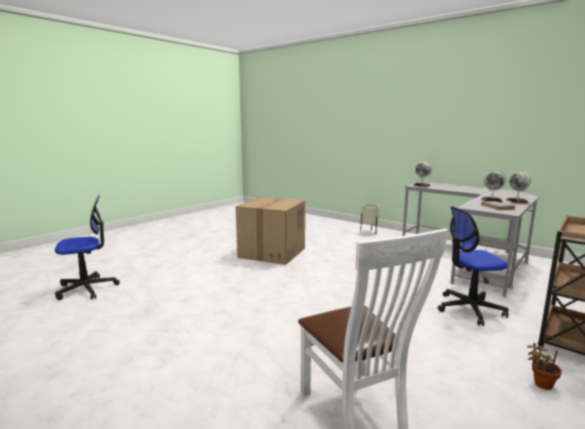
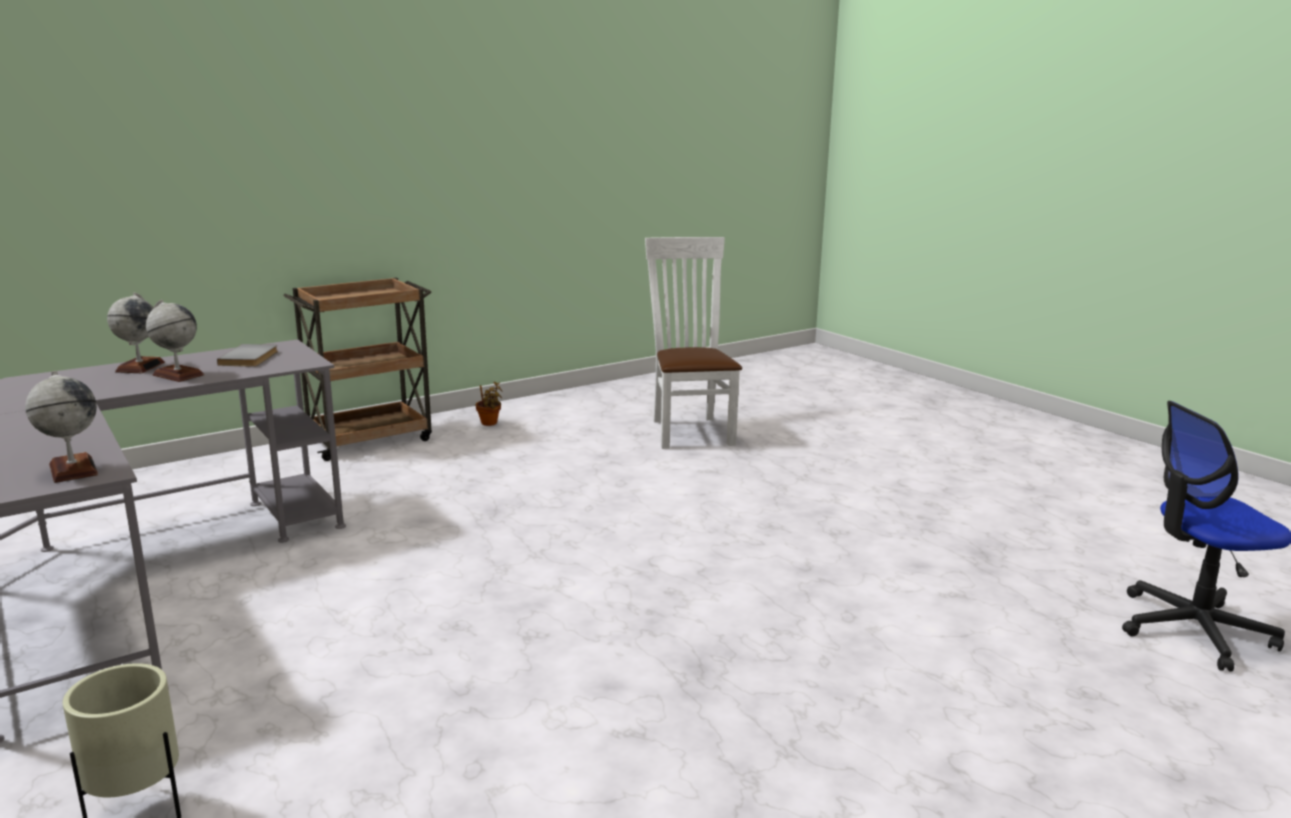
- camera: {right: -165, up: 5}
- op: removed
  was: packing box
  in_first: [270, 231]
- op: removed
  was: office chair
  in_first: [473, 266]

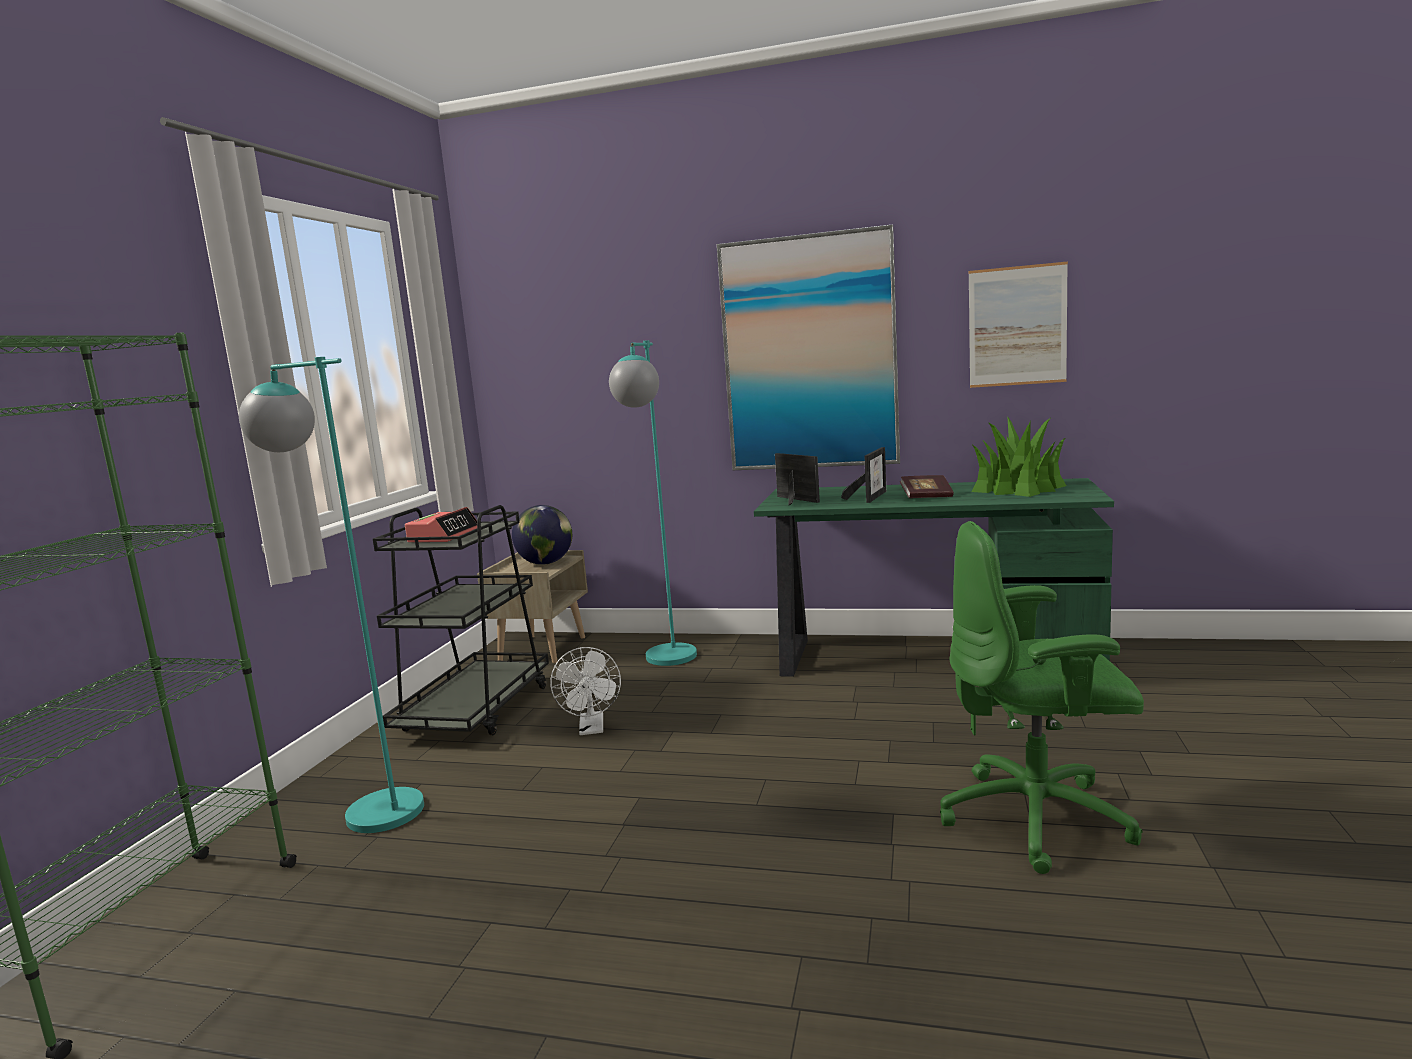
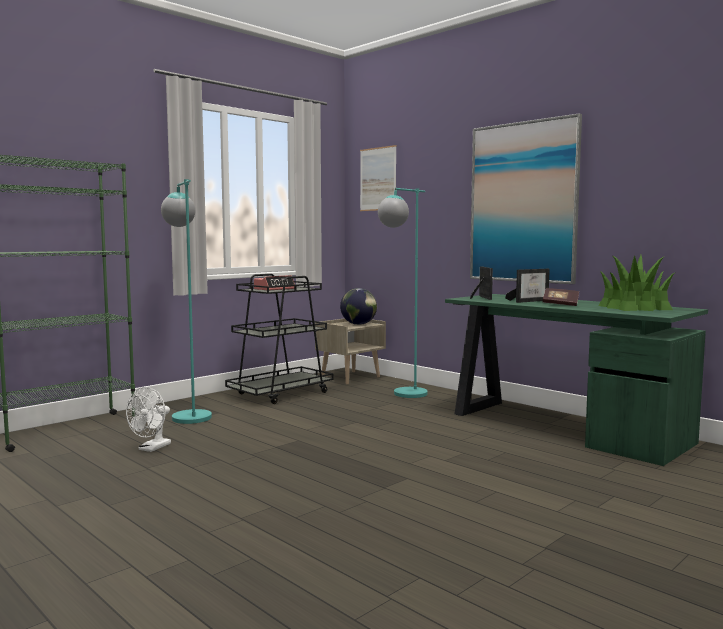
- camera: {right: 30, up: -5}
- op: moved
  was: white cooling fan
  in_first: [585, 691]
  in_second: [148, 419]
- op: removed
  was: green-coloured office chair
  in_first: [1042, 697]
- op: moved
  was: picture
  in_first: [1018, 325]
  in_second: [378, 178]

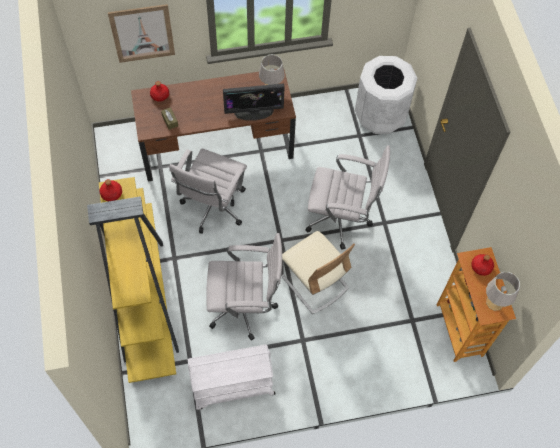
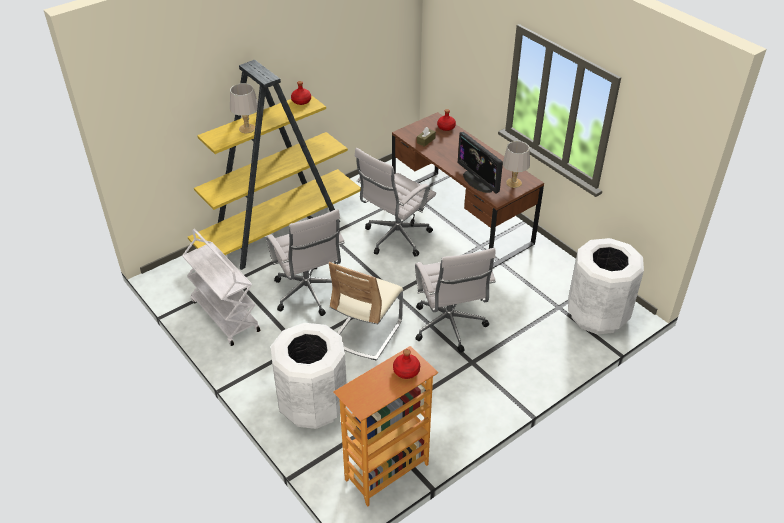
- camera: {right: 65, up: -20}
- op: removed
  was: picture
  in_first: [141, 33]
- op: turned
  was: white office chair
  in_first: [208, 191]
  in_second: [395, 202]
  clockwise: -45
- op: moved
  was: gray table lamp
  in_first: [503, 291]
  in_second: [244, 108]
- op: added
  now: white trash can
  in_second: [309, 376]

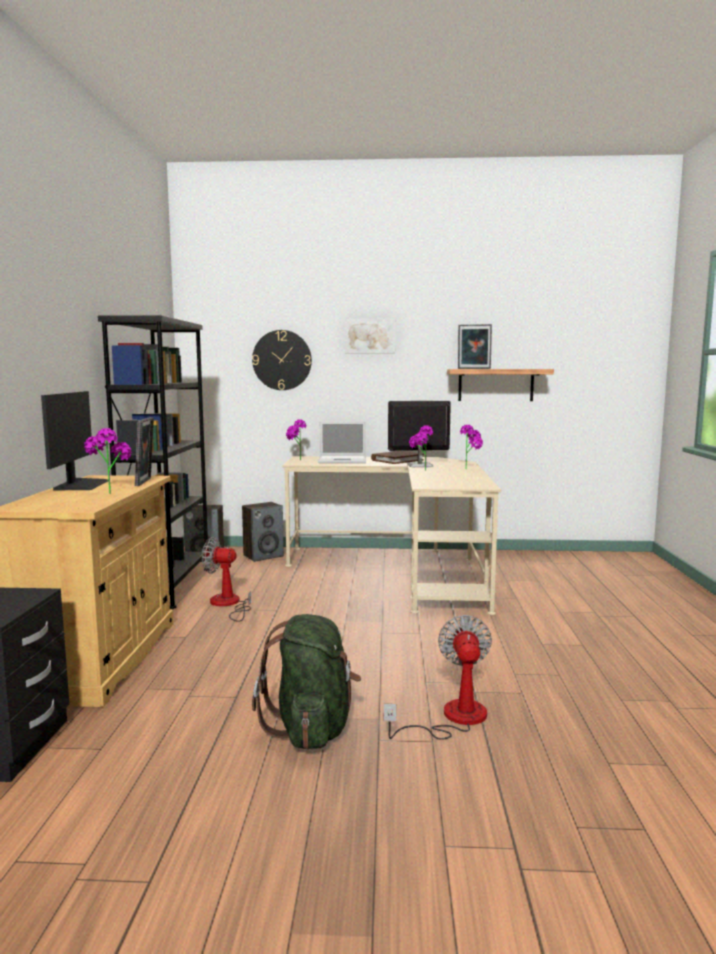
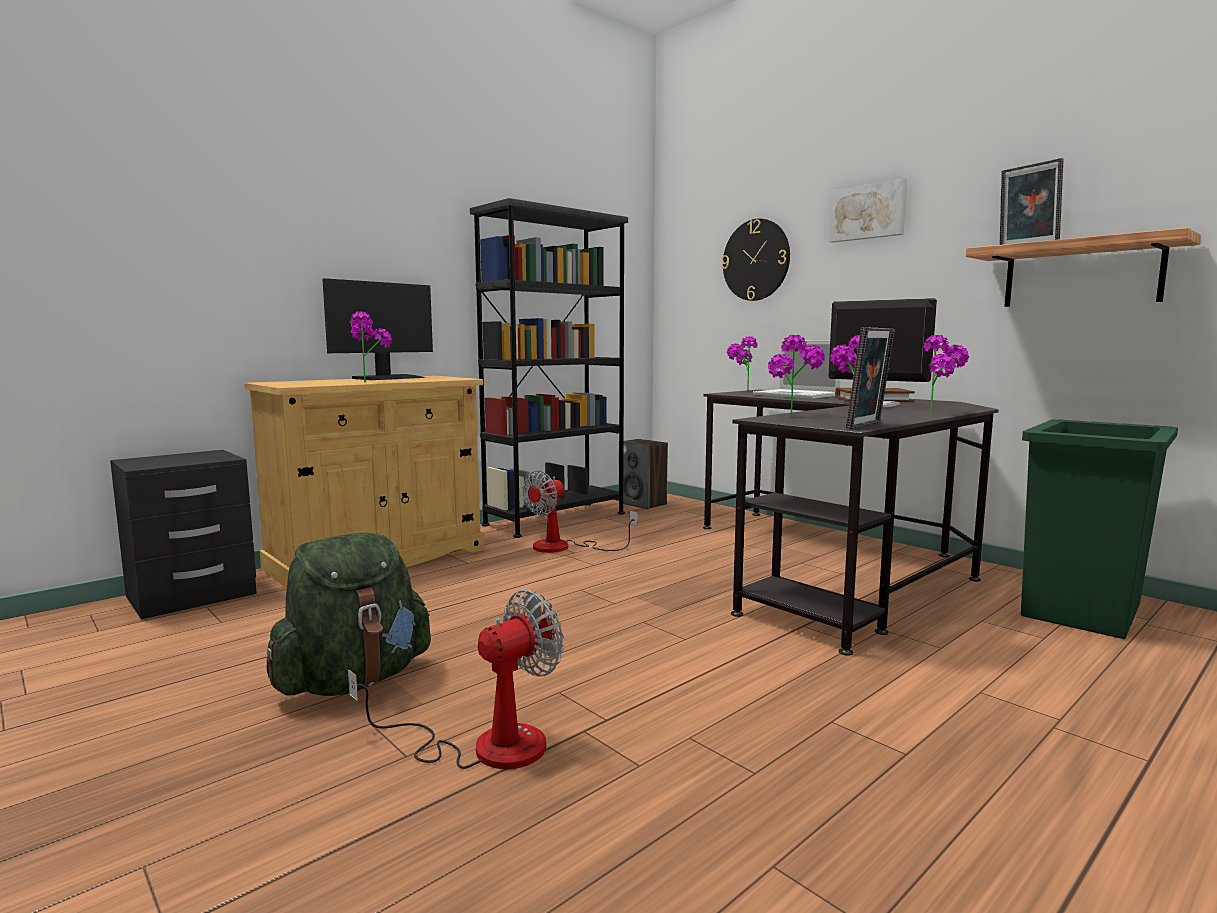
- camera: {right: 45, up: 0}
- op: moved
  was: photo frame
  in_first: [144, 451]
  in_second: [870, 378]
- op: turned
  was: cooling fan
  in_first: [226, 579]
  in_second: [580, 512]
  clockwise: -105
- op: removed
  was: speaker
  in_first: [263, 532]
- op: recoloured
  was: beige-coloured desk unit
  now: black-coloured desk unit
  in_first: [391, 535]
  in_second: [851, 523]
- op: added
  now: potted plant
  in_second: [796, 375]
- op: added
  now: green-coloured trash can
  in_second: [1099, 529]

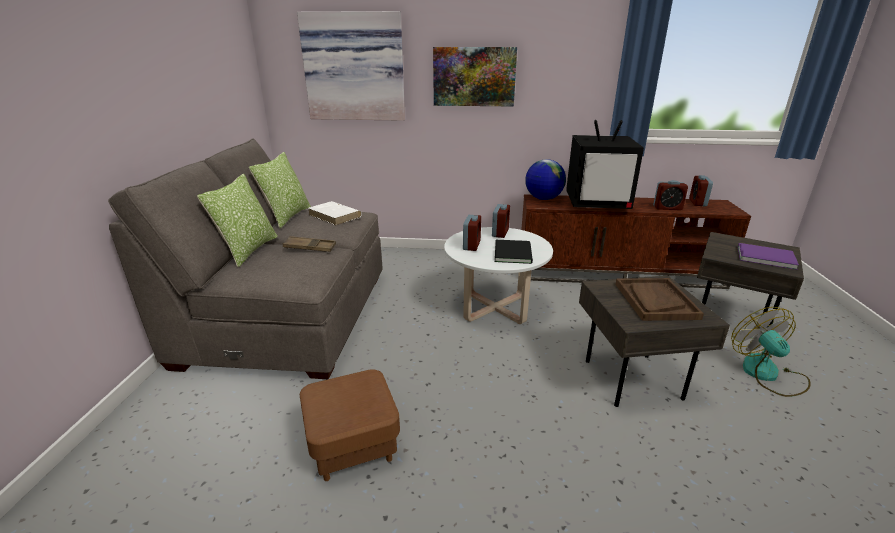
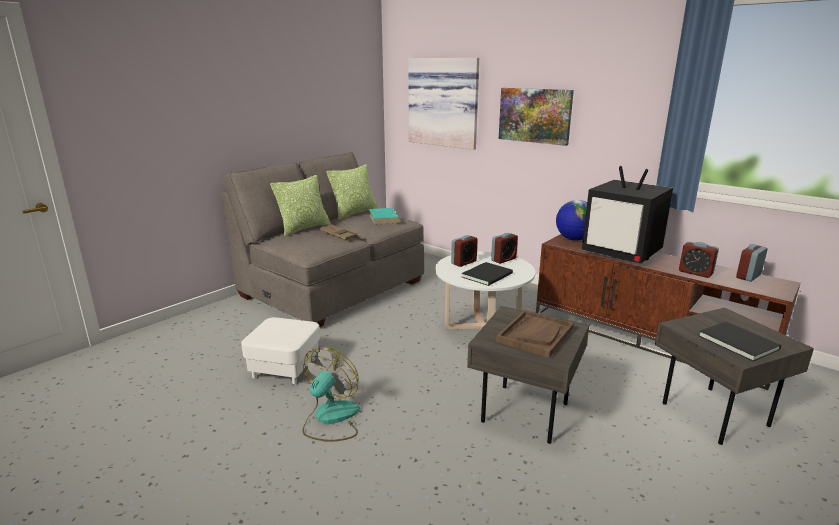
- camera: {right: 35, up: -5}
- op: recoloured
  was: brownish pouffe
  now: white pouffe
  in_first: [350, 425]
  in_second: [280, 350]
- op: recoloured
  was: white volume
  now: turquoise volume
  in_first: [335, 213]
  in_second: [385, 216]
- op: moved
  was: cooling fan
  in_first: [771, 352]
  in_second: [331, 394]
- op: recoloured
  was: purple-coloured volume
  now: black-coloured volume
  in_first: [768, 256]
  in_second: [740, 341]

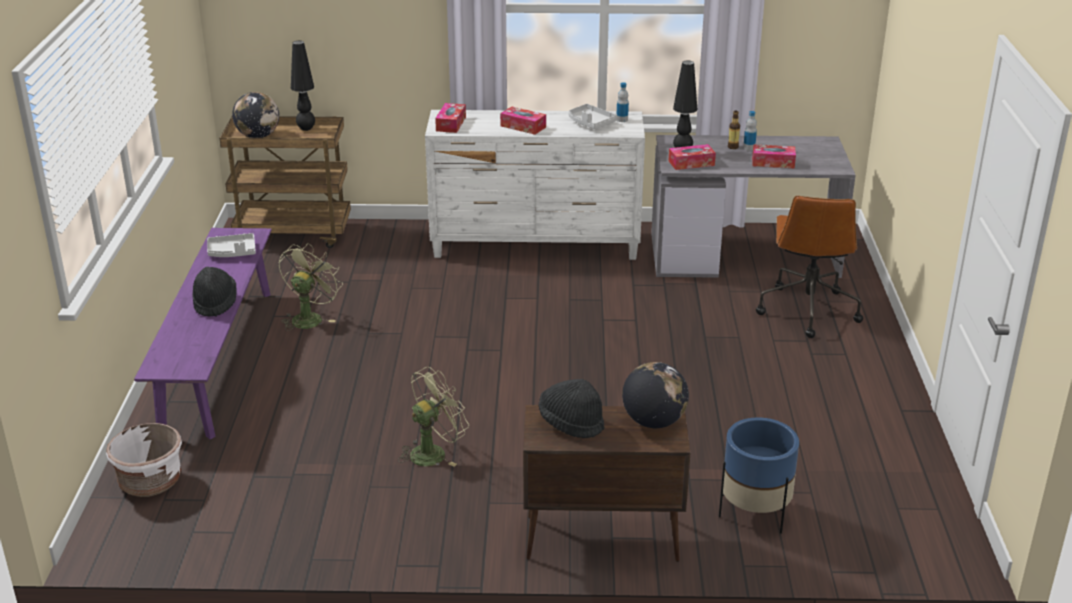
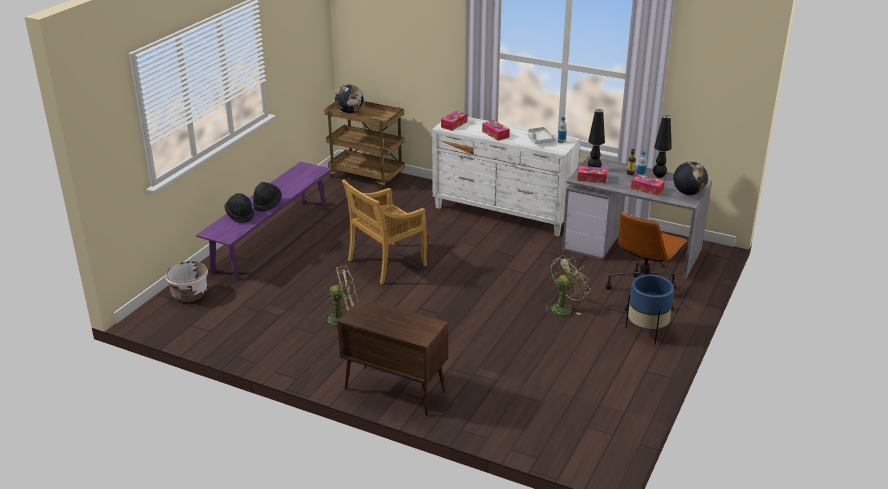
- camera: {right: 25, up: 0}
- op: removed
  was: gray carrying tray
  in_first: [231, 245]
- op: moved
  was: green-coloured cooling fan
  in_first: [311, 287]
  in_second: [568, 285]
- op: moved
  was: black-coloured table lamp
  in_first: [303, 86]
  in_second: [662, 146]
- op: moved
  was: black-coloured wearable hat
  in_first: [572, 408]
  in_second: [239, 208]
- op: moved
  was: desk globe
  in_first: [655, 395]
  in_second: [690, 178]
- op: moved
  was: bluish plant pot
  in_first: [759, 476]
  in_second: [650, 309]
- op: added
  now: beige-coloured upright chair
  in_second: [384, 231]

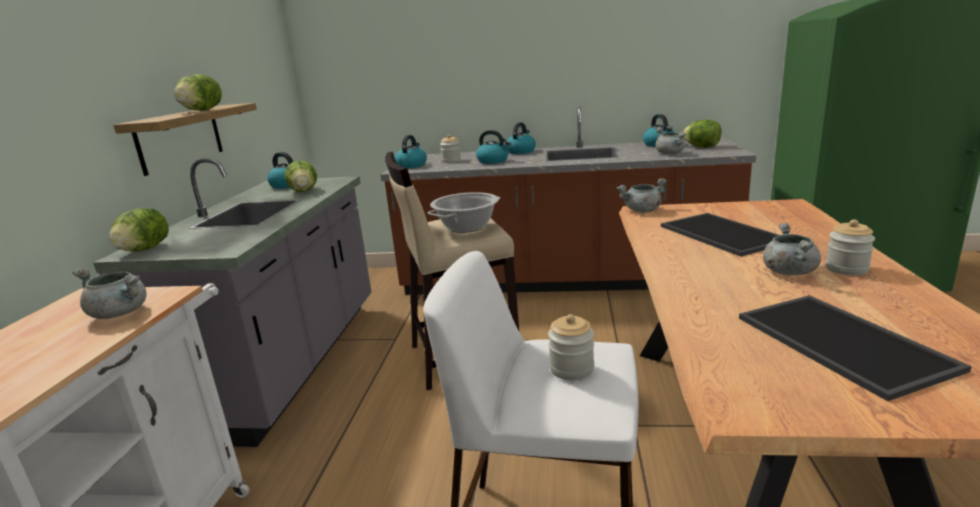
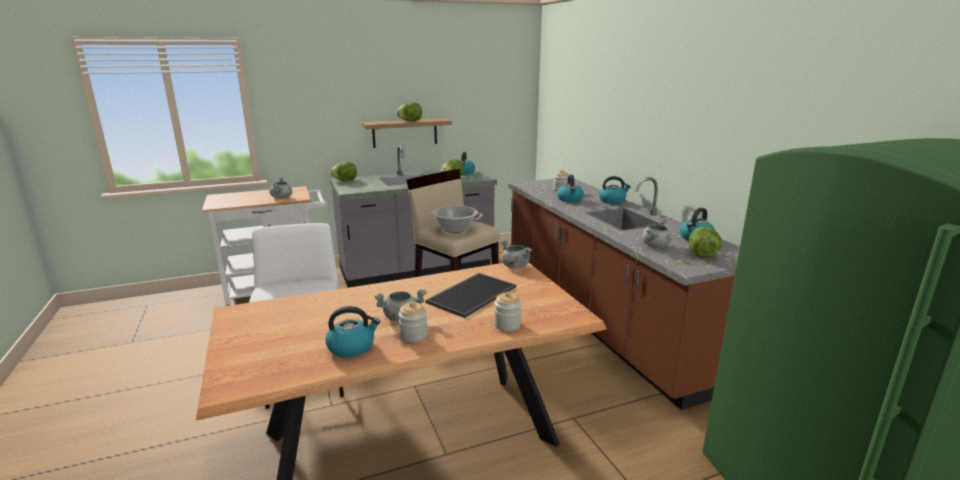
- camera: {right: 60, up: 0}
- op: moved
  was: kettle
  in_first: [411, 151]
  in_second: [352, 332]
- op: moved
  was: jar
  in_first: [571, 347]
  in_second: [508, 311]
- op: removed
  was: carrying tray
  in_first: [855, 348]

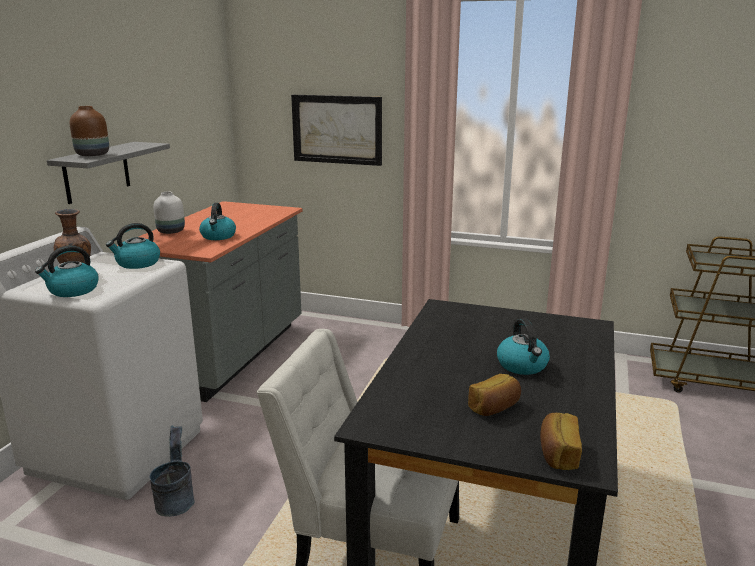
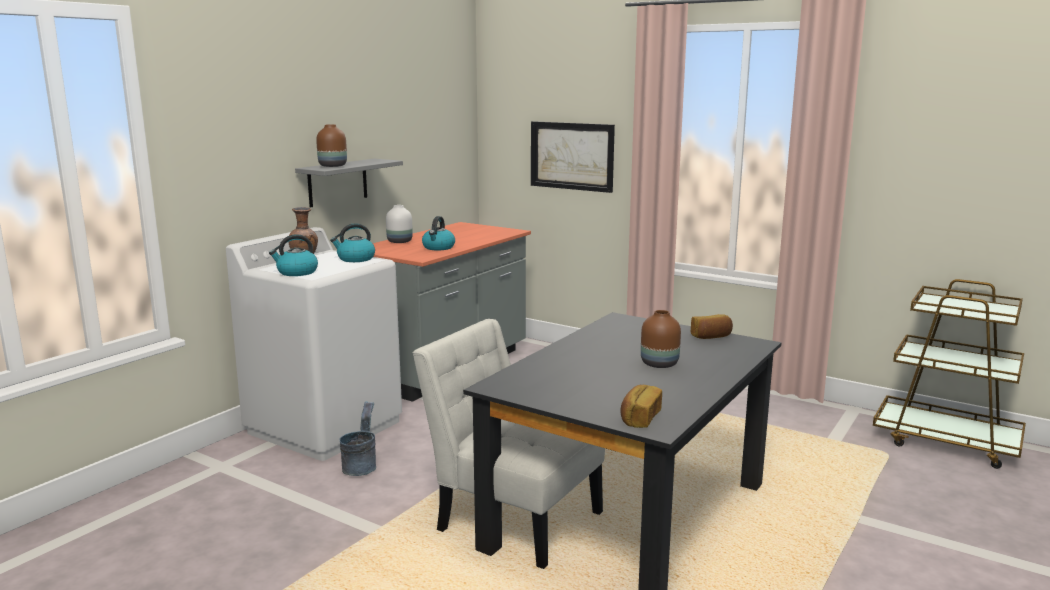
- camera: {right: 15, up: -5}
- op: moved
  was: baked bread
  in_first: [494, 395]
  in_second: [712, 326]
- op: replaced
  was: kettle
  now: brownish flower vase
  in_first: [523, 346]
  in_second: [661, 339]

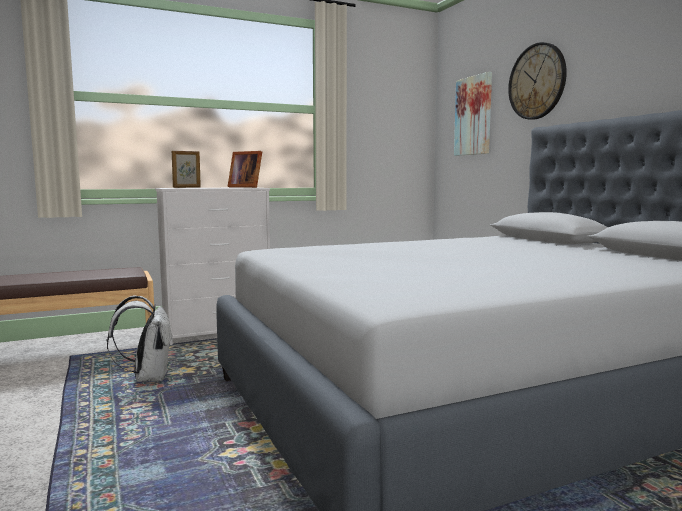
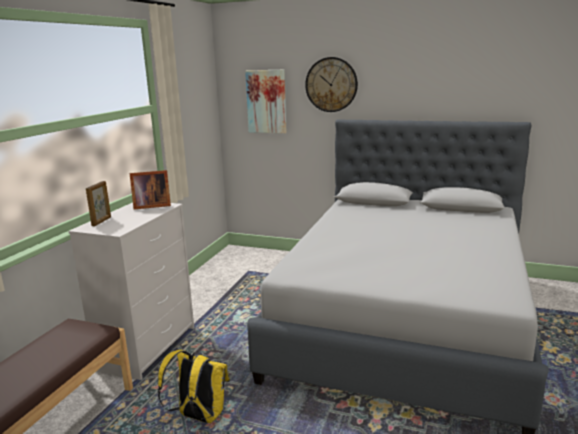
- camera: {right: -45, up: 10}
- op: recoloured
  was: white rucksack
  now: yellow rucksack
  in_first: [140, 338]
  in_second: [194, 386]

